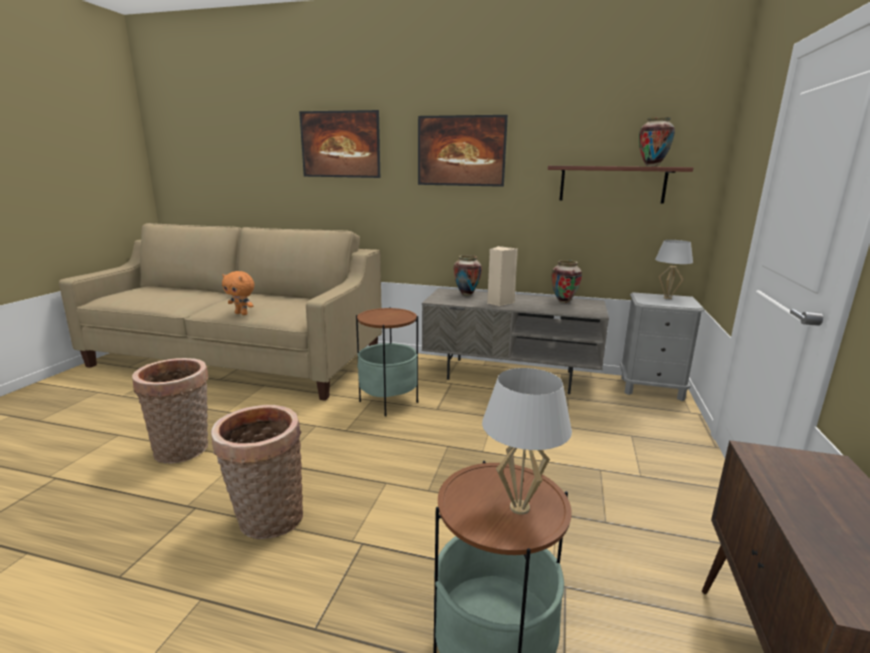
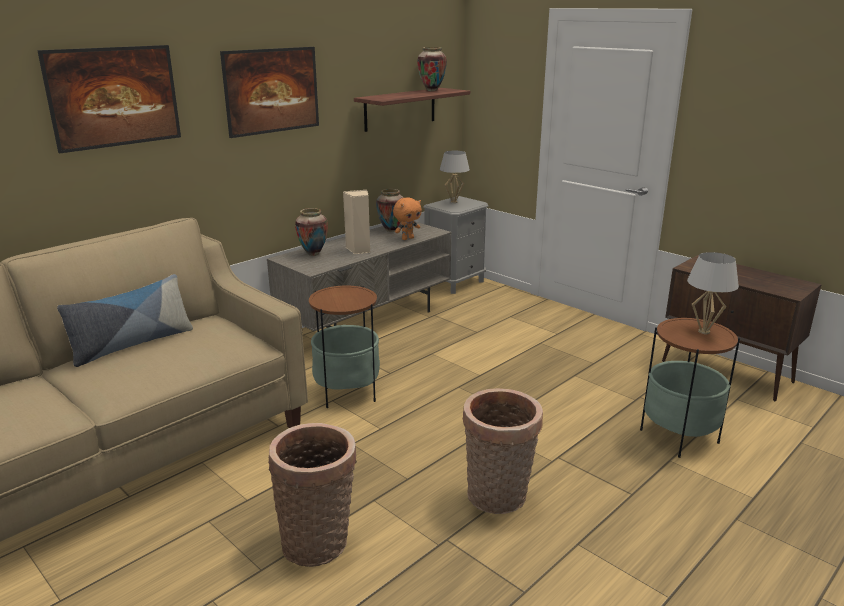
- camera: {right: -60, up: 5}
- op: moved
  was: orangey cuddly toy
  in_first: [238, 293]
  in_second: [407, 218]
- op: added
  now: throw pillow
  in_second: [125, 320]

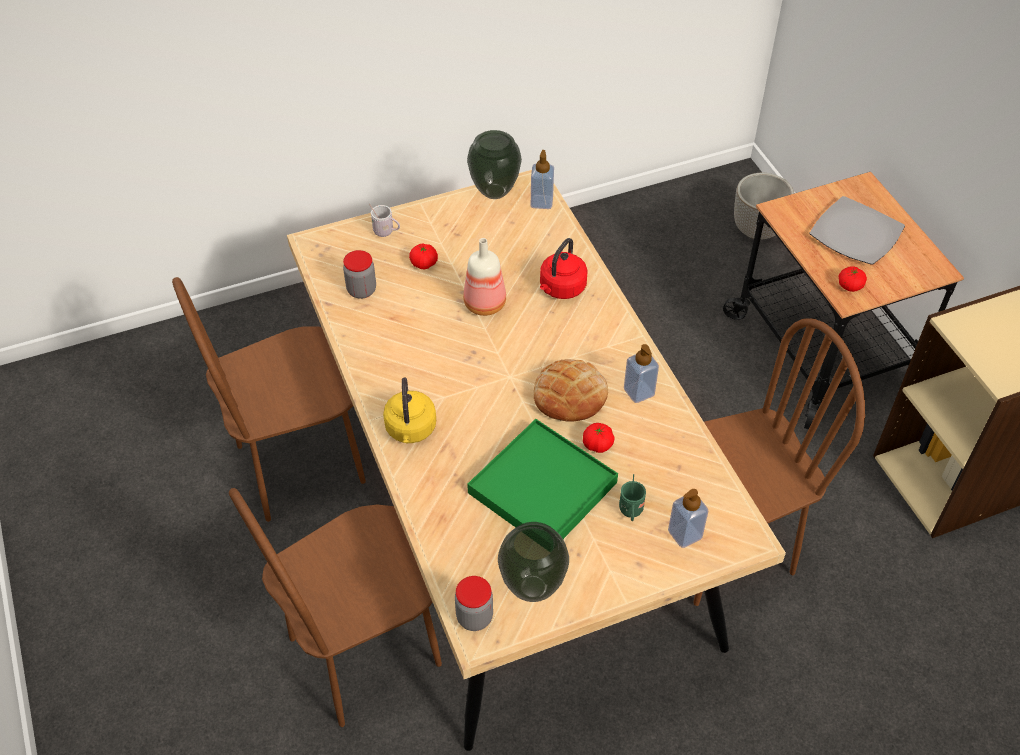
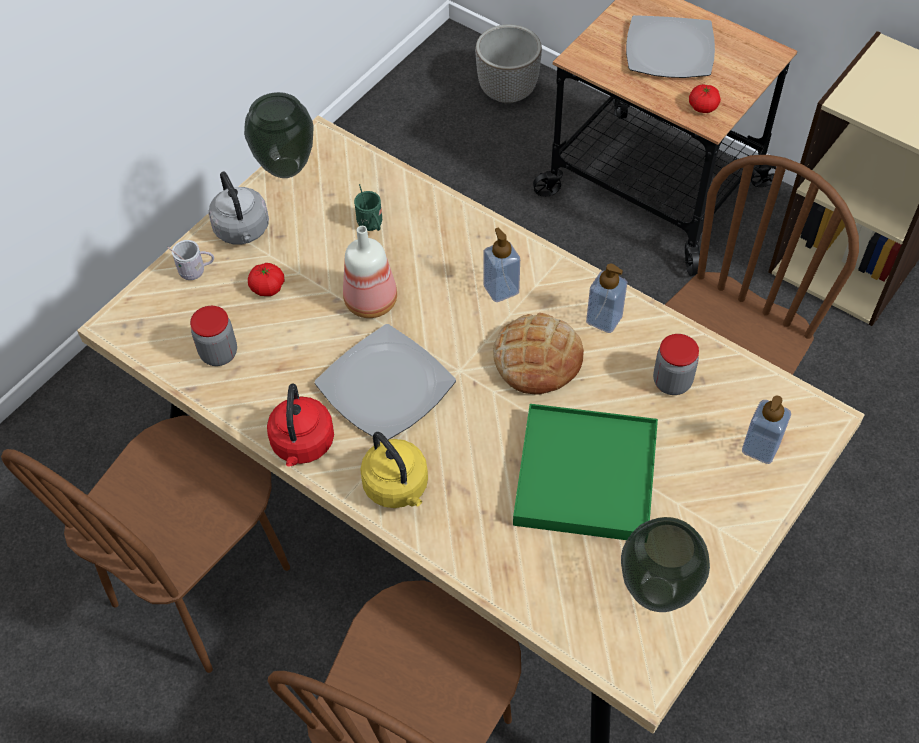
- camera: {right: -30, up: 5}
- op: moved
  was: jar
  in_first: [474, 603]
  in_second: [676, 364]
- op: moved
  was: liquid soap bottle
  in_first: [542, 179]
  in_second: [501, 265]
- op: moved
  was: red-coloured kettle
  in_first: [564, 268]
  in_second: [300, 425]
- op: removed
  was: tomato
  in_first: [599, 438]
- op: moved
  was: green-coloured mug
  in_first: [632, 497]
  in_second: [368, 207]
- op: added
  now: gray kettle
  in_second: [238, 208]
- op: added
  now: flat dish
  in_second: [385, 383]

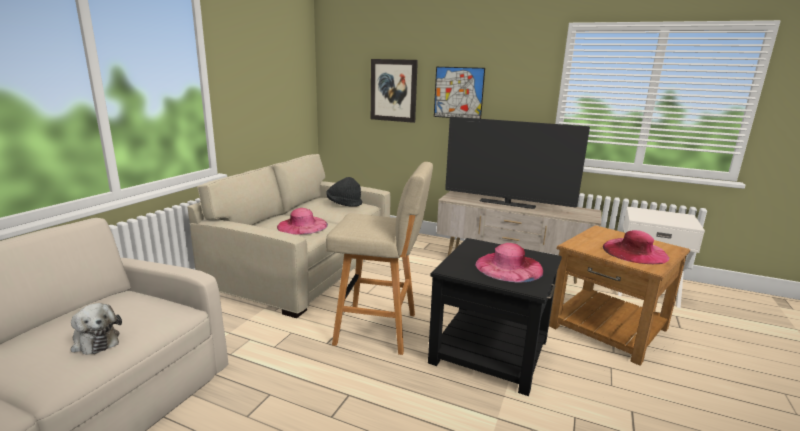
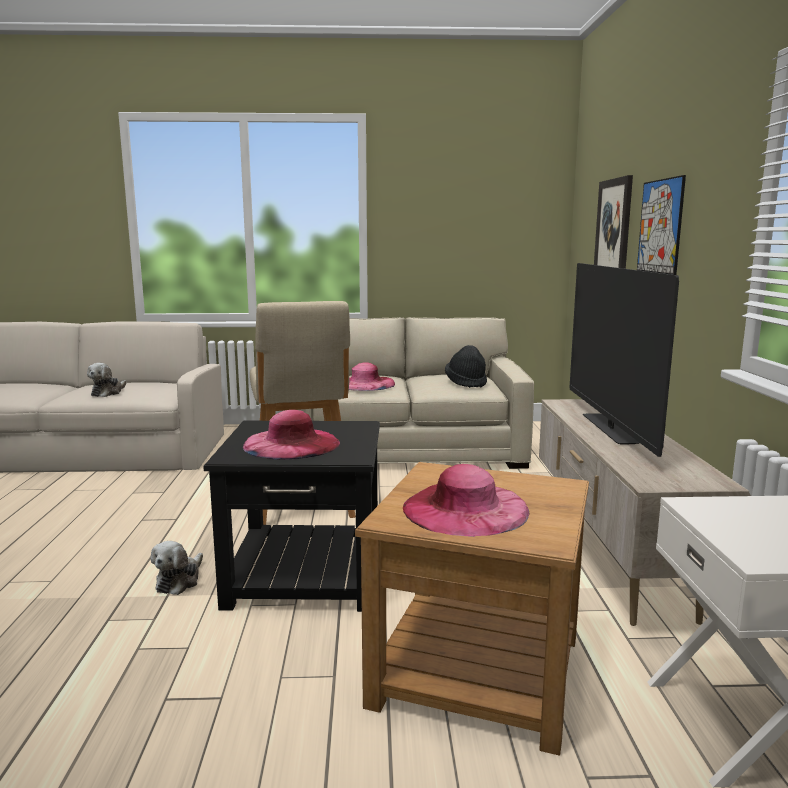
- camera: {right: 65, up: -5}
- op: added
  now: cuddly toy
  in_second: [177, 568]

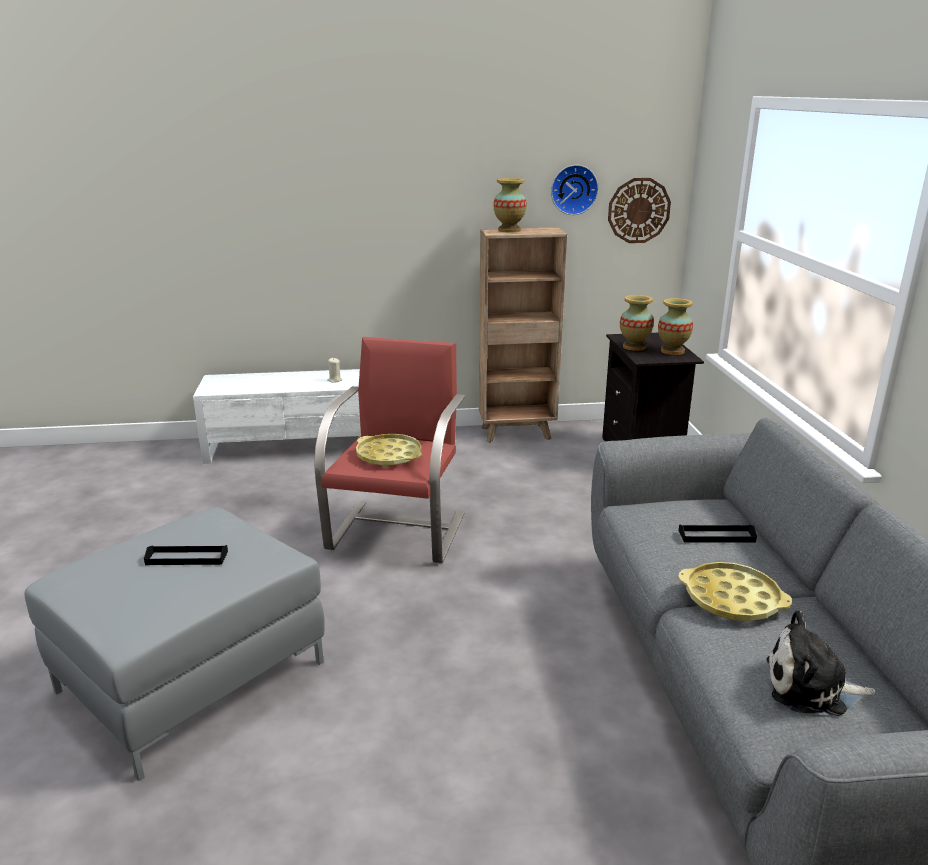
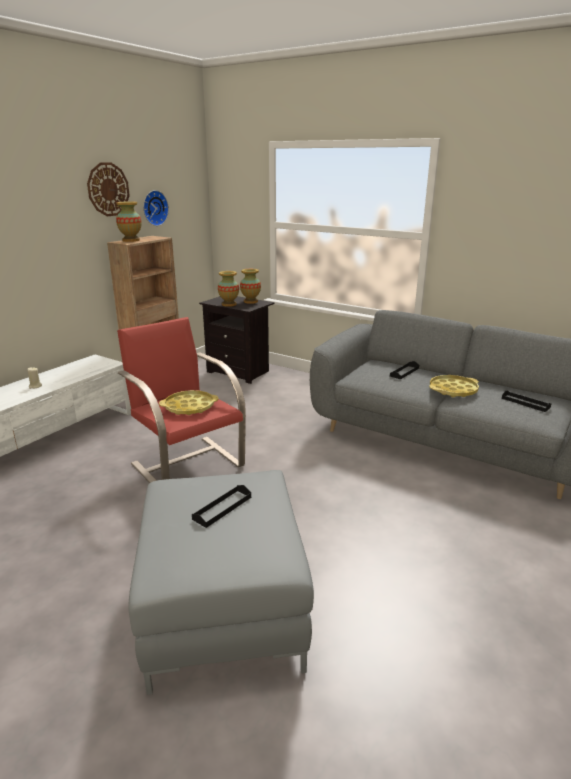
- camera: {right: -50, up: 0}
- op: moved
  was: clock on the wall
  in_first: [639, 210]
  in_second: [108, 189]
- op: replaced
  was: cuddly toy
  now: black-coloured carrying tray
  in_first: [821, 663]
  in_second: [526, 401]

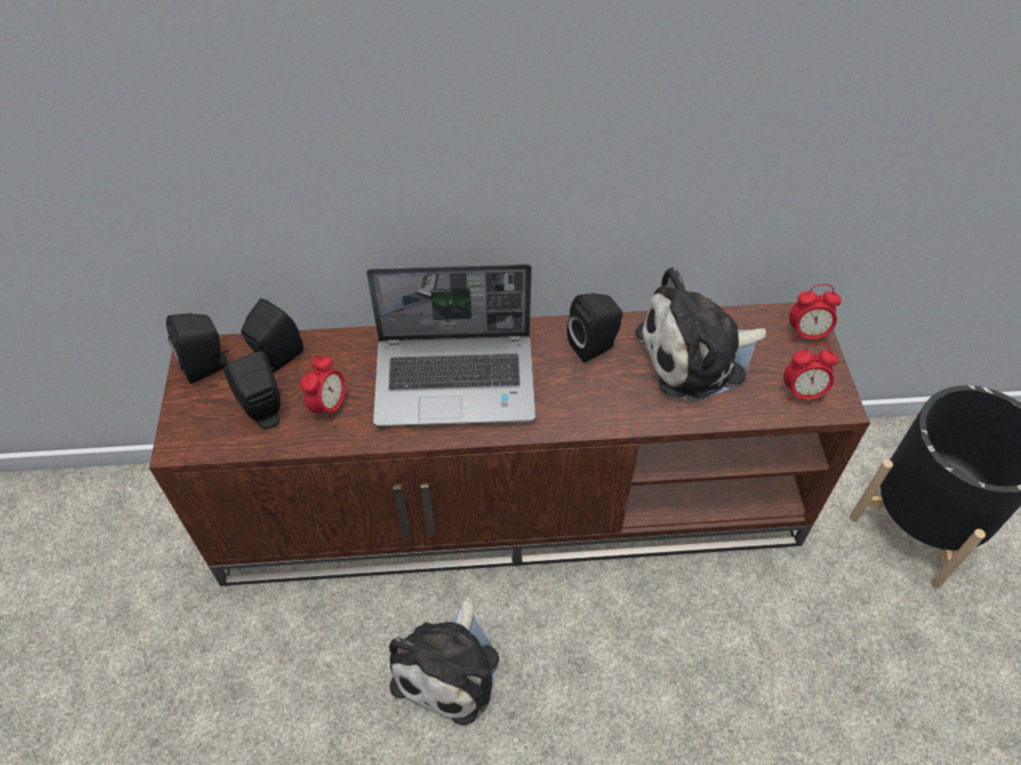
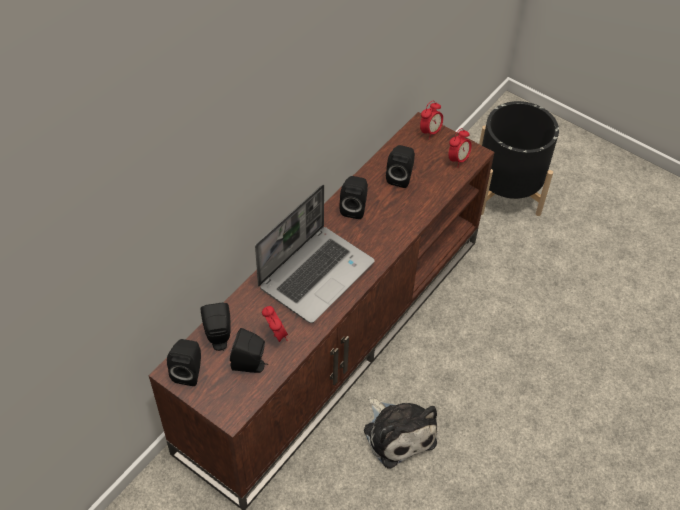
- camera: {right: -50, up: 0}
- op: replaced
  was: cuddly toy
  now: black-coloured speaker
  in_first: [700, 334]
  in_second: [400, 166]

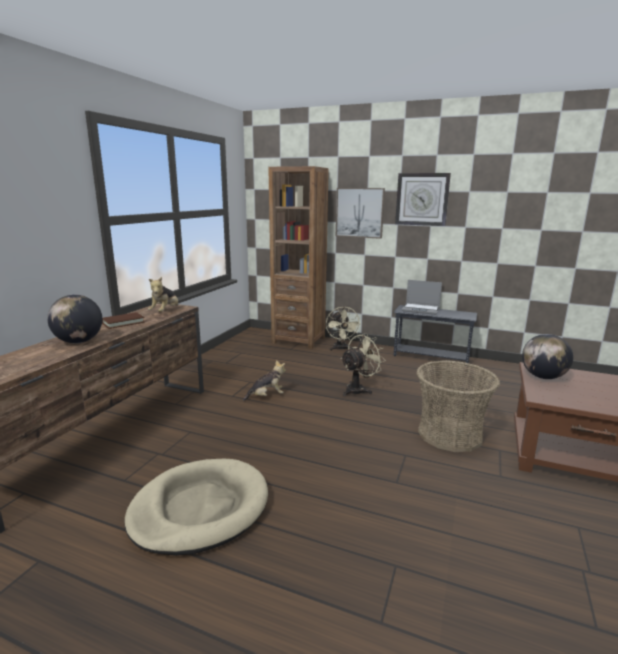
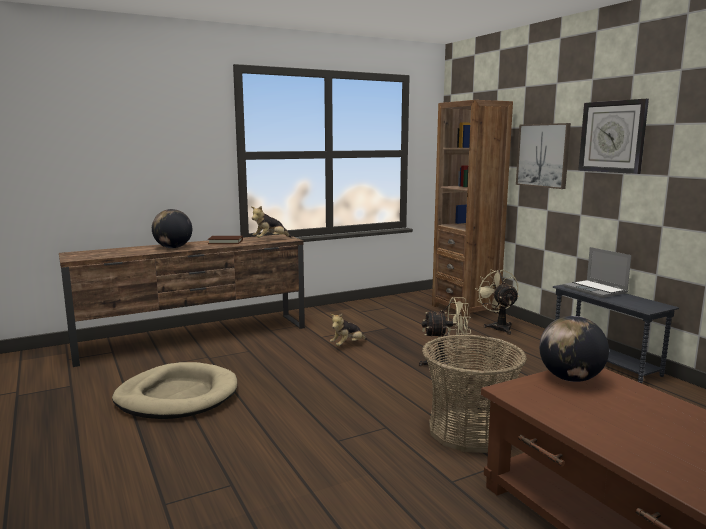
- camera: {right: 40, up: -5}
- op: turned
  was: cuddly toy
  in_first: [264, 380]
  in_second: [348, 330]
  clockwise: 120
- op: turned
  was: beige-coloured cooling fan
  in_first: [343, 328]
  in_second: [497, 302]
  clockwise: 135

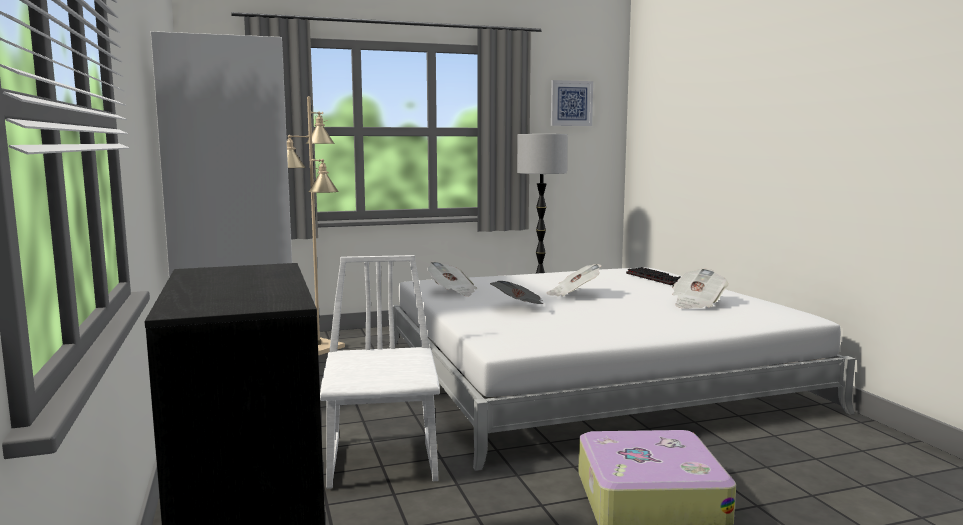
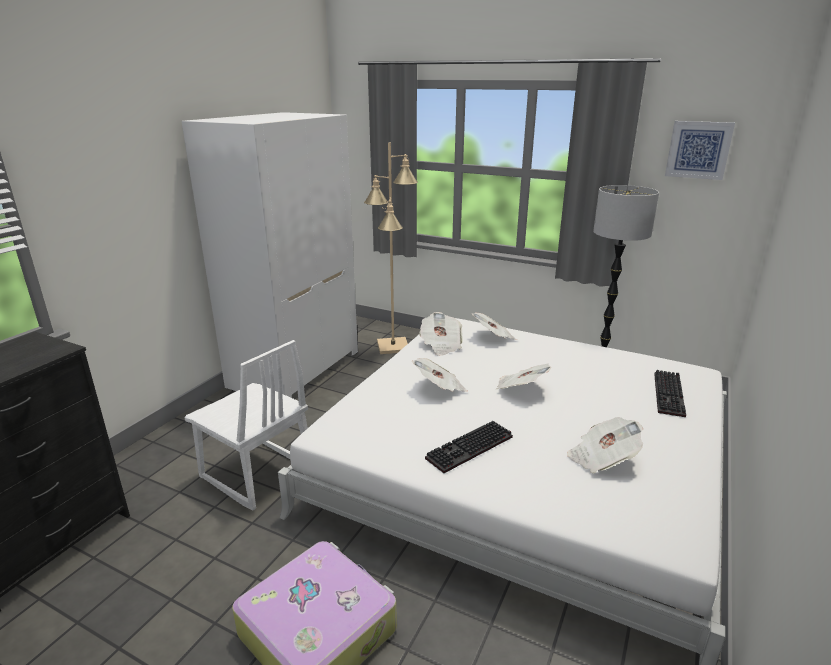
- camera: {right: 45, up: 15}
- op: turned
  was: white upright chair
  in_first: [380, 372]
  in_second: [246, 425]
  clockwise: 90
- op: added
  now: computer keyboard
  in_second: [469, 447]
- op: added
  now: printed paper
  in_second: [494, 326]

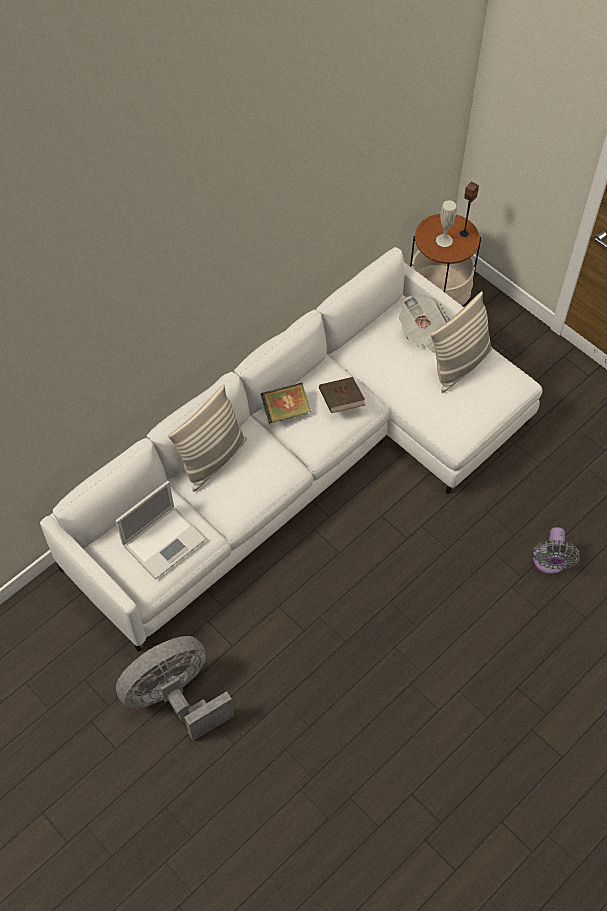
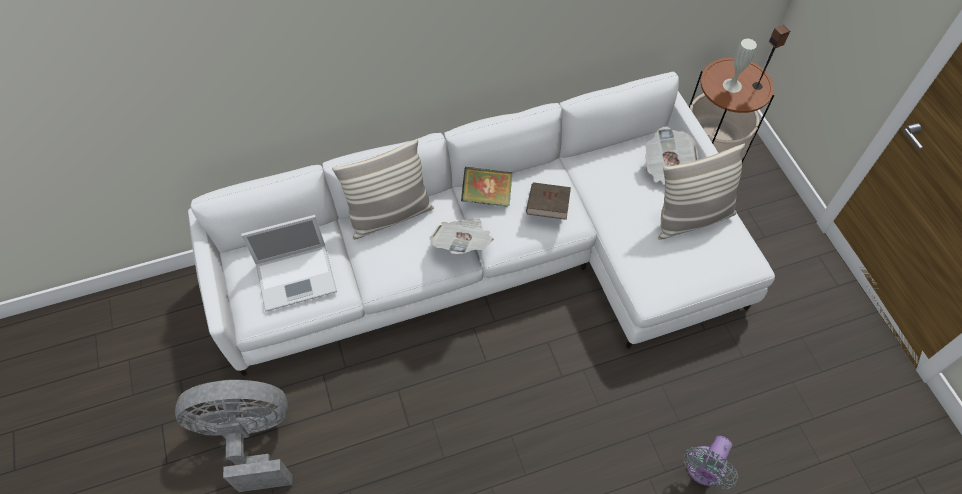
- camera: {right: 25, up: 0}
- op: added
  now: printed paper
  in_second: [462, 236]

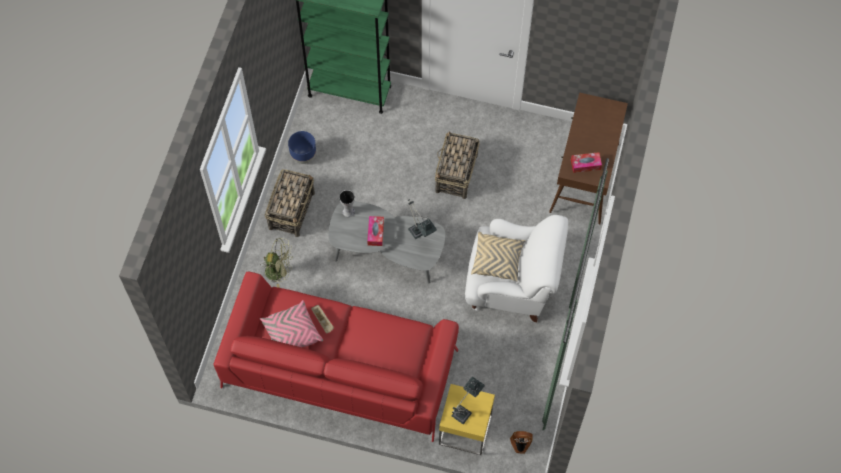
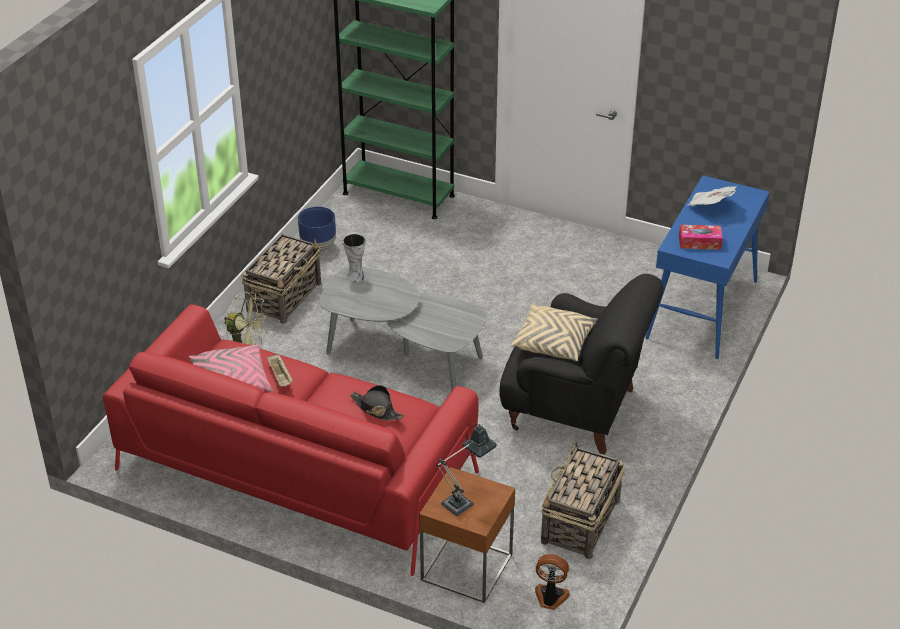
- camera: {right: 10, up: -25}
- op: removed
  was: tissue holder
  in_first: [375, 231]
- op: removed
  was: table lamp
  in_first: [422, 219]
- op: moved
  was: storage basket
  in_first: [457, 165]
  in_second: [583, 500]
- op: recoloured
  was: yellow side table
  now: brownish side table
  in_first: [467, 419]
  in_second: [467, 535]
- op: recoloured
  was: white lounge chair
  now: black-coloured lounge chair
  in_first: [516, 268]
  in_second: [581, 364]
- op: recoloured
  was: brownish hall table
  now: bluish hall table
  in_first: [588, 158]
  in_second: [707, 267]
- op: added
  now: black-coloured wearable hat
  in_second: [377, 402]
- op: added
  now: printed paper
  in_second: [711, 195]

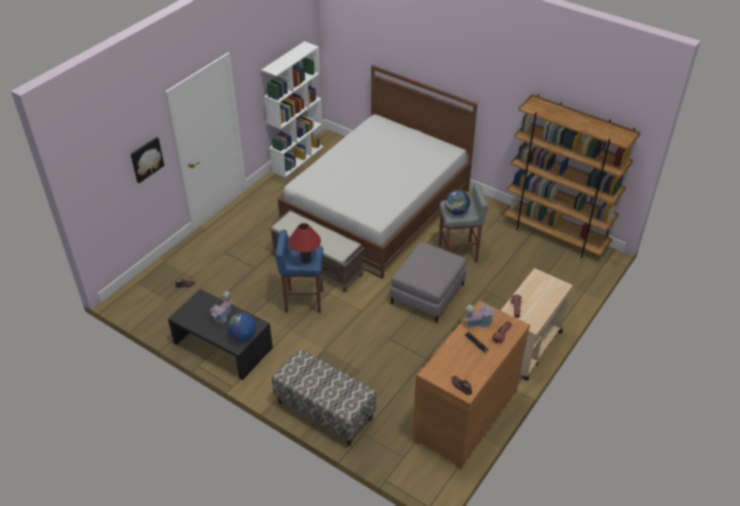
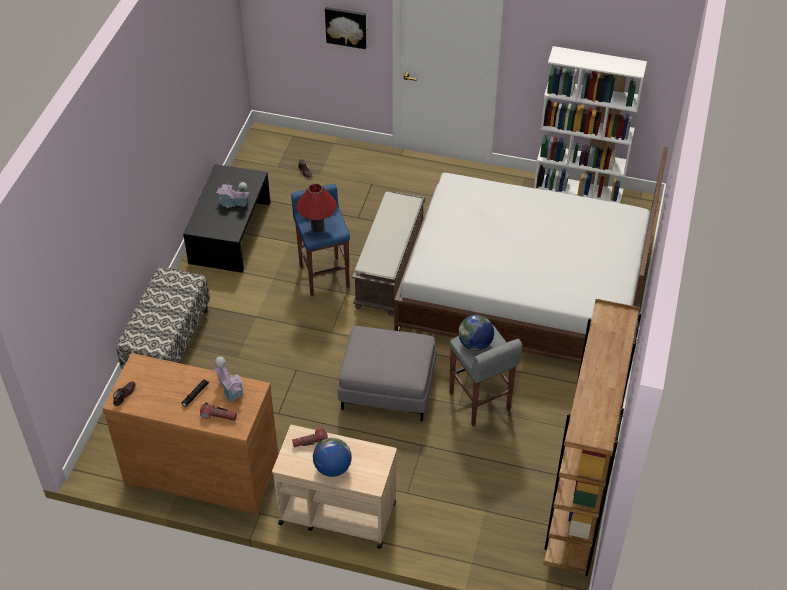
- camera: {right: 70, up: 5}
- op: moved
  was: desk globe
  in_first: [242, 327]
  in_second: [332, 457]

